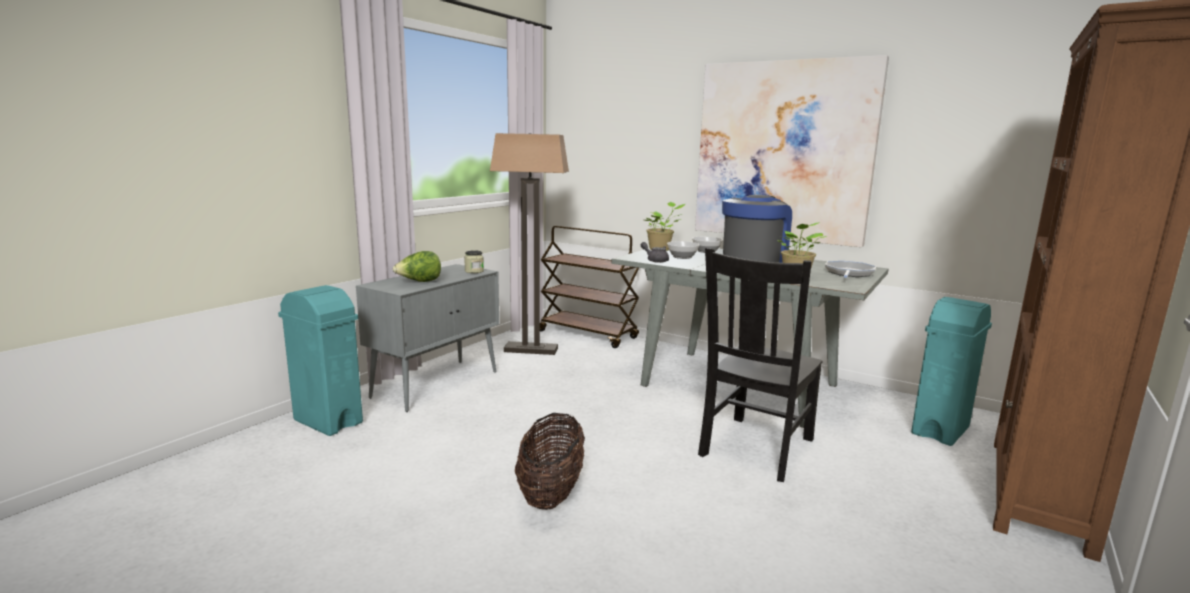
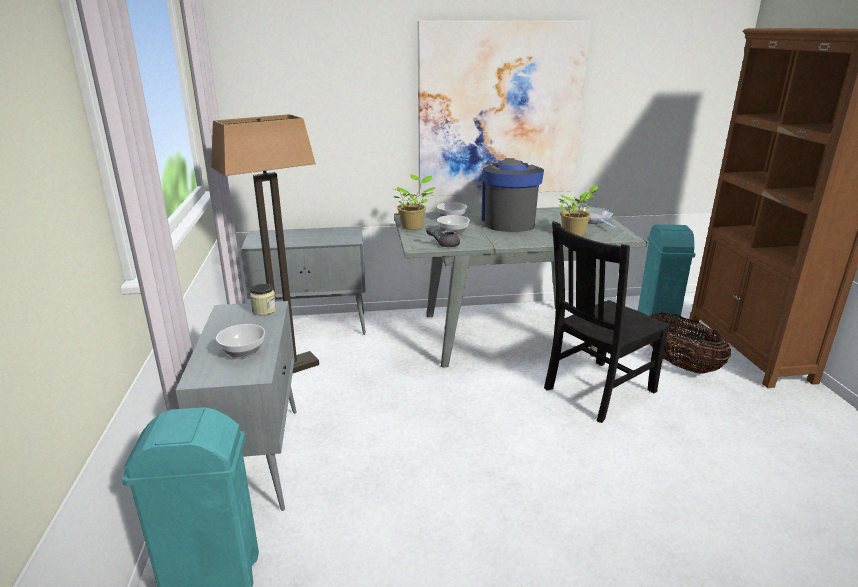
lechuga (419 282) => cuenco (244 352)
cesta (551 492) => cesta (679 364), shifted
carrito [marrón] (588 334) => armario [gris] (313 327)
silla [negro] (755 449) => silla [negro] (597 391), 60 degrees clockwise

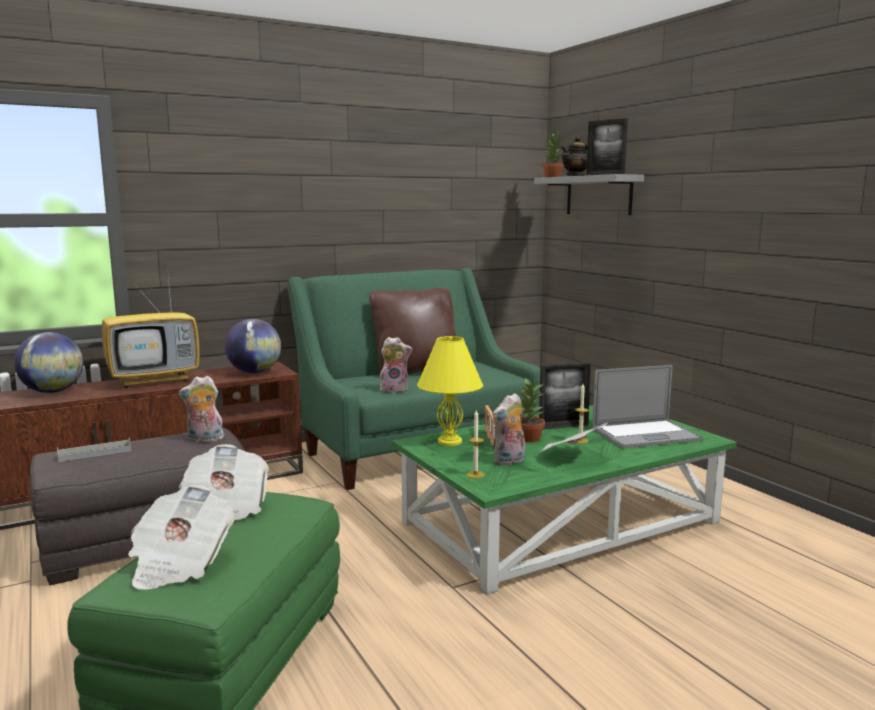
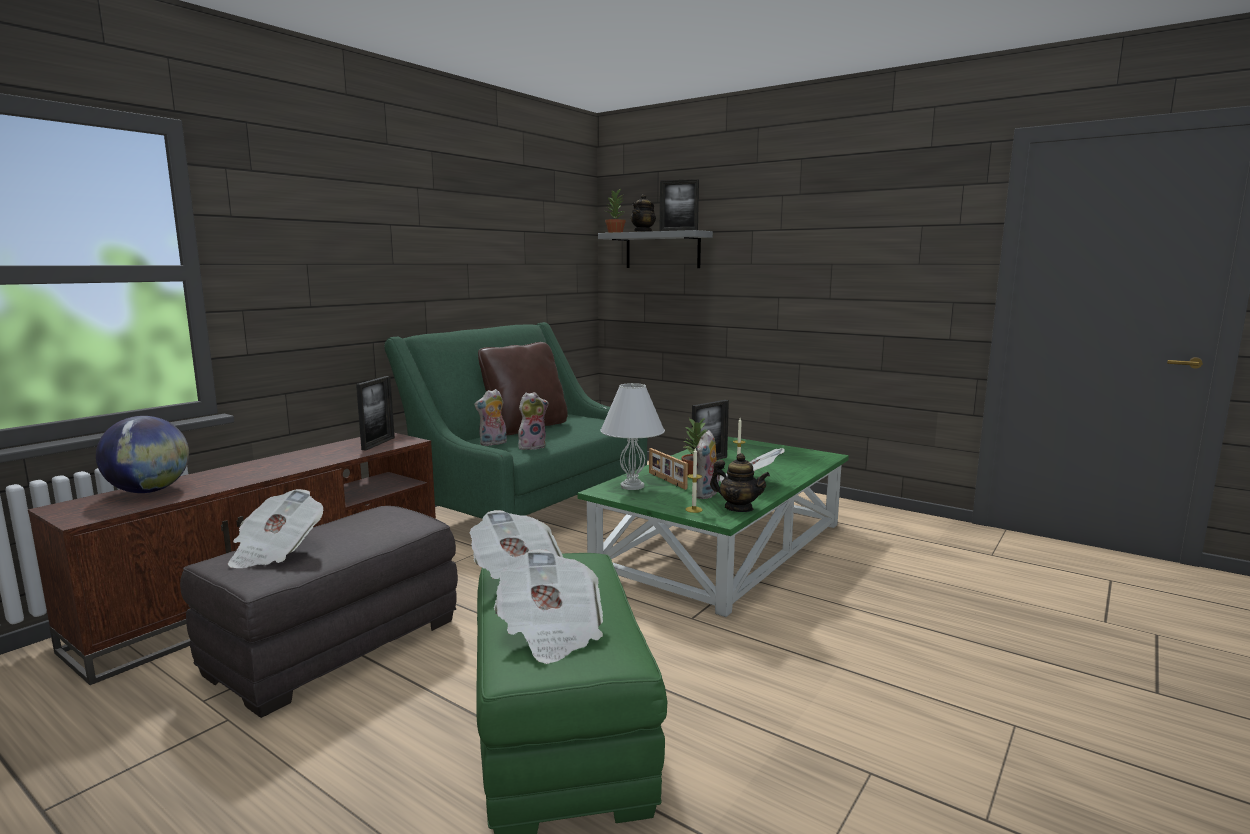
bandeja [gris] (95 453) => periódico (276 551)
televisor (155 380) => nothing
peluche (204 440) => peluche (493 443), shifted
globo terráqueo (254 372) => portarretratos (378 443)
lámpara de mesa [amarillo] (449 441) => lámpara de mesa [blanco] (632 486)
portátil (645 434) => nothing
nothing => tetera (738 508)

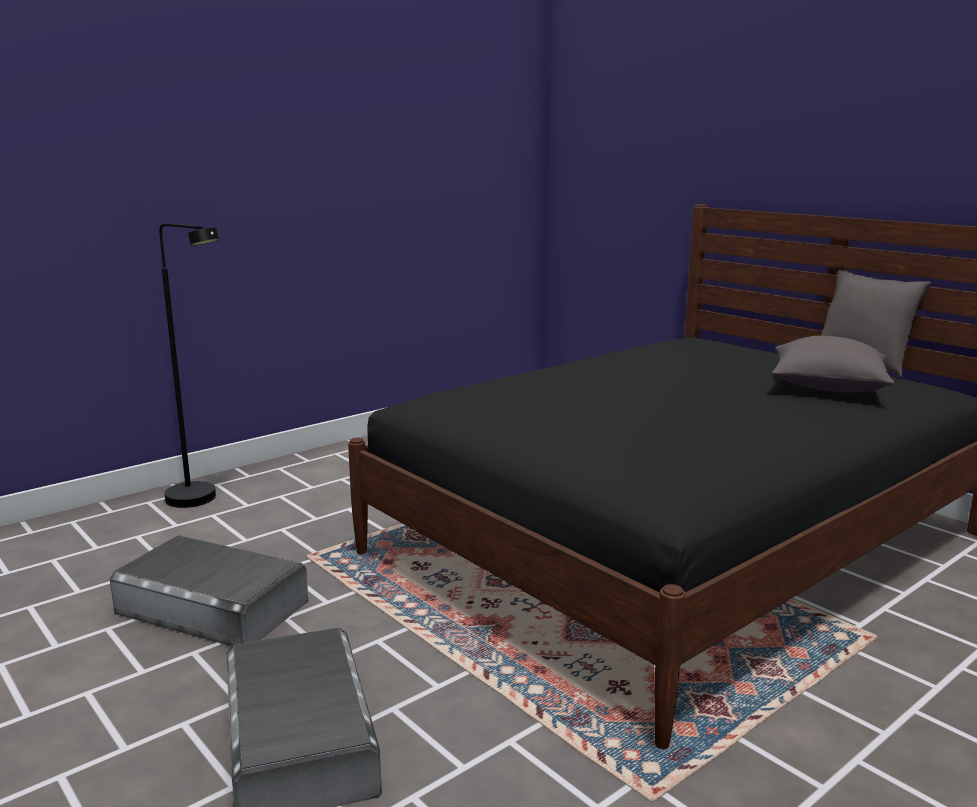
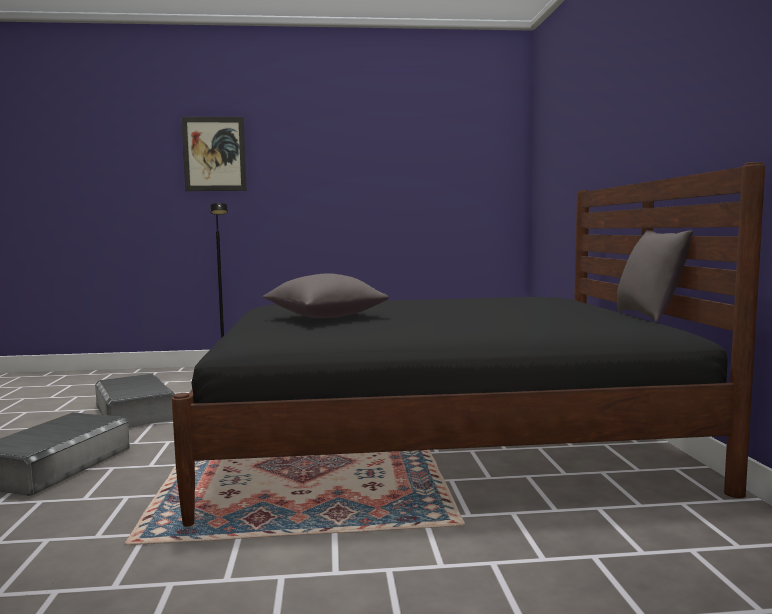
cojín [gris] (827 387) => cojín [gris] (325 317), shifted
nothing => cuadro (214 154)

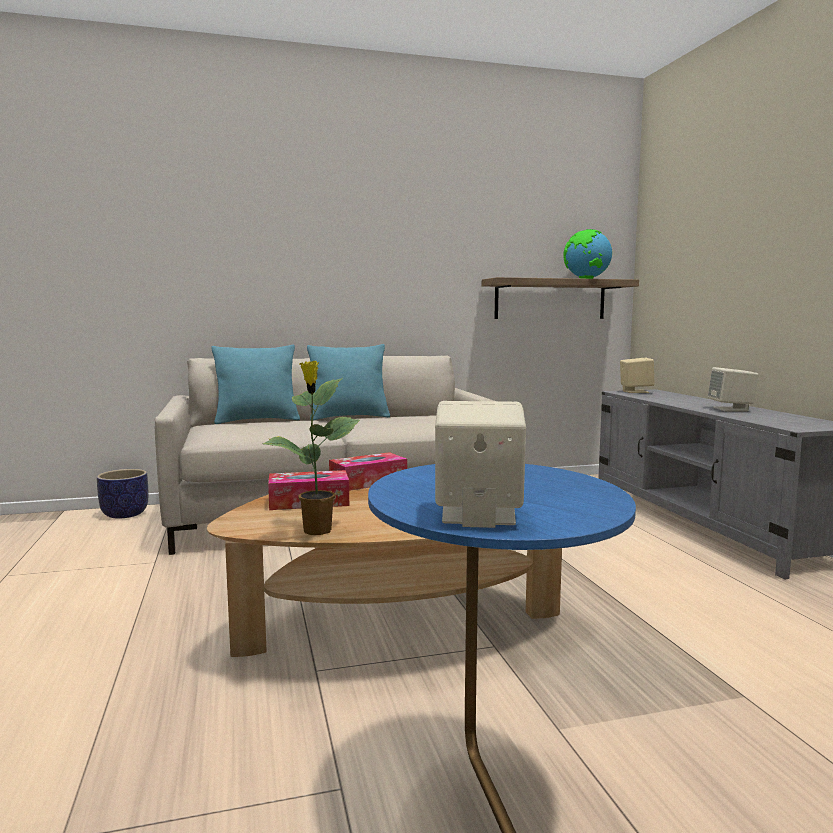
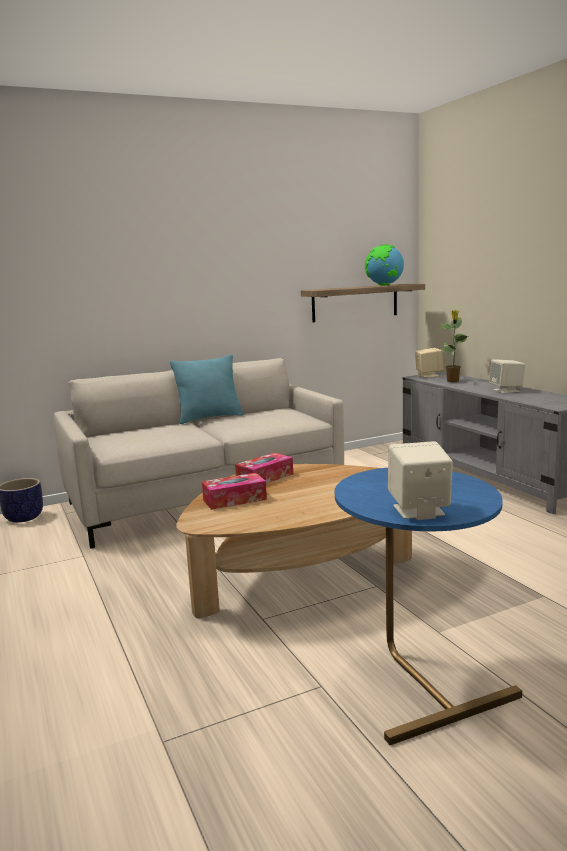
cojín [turquesa] (257 420) => nothing
planta en maceta (317 531) => planta en maceta (453 381), shifted

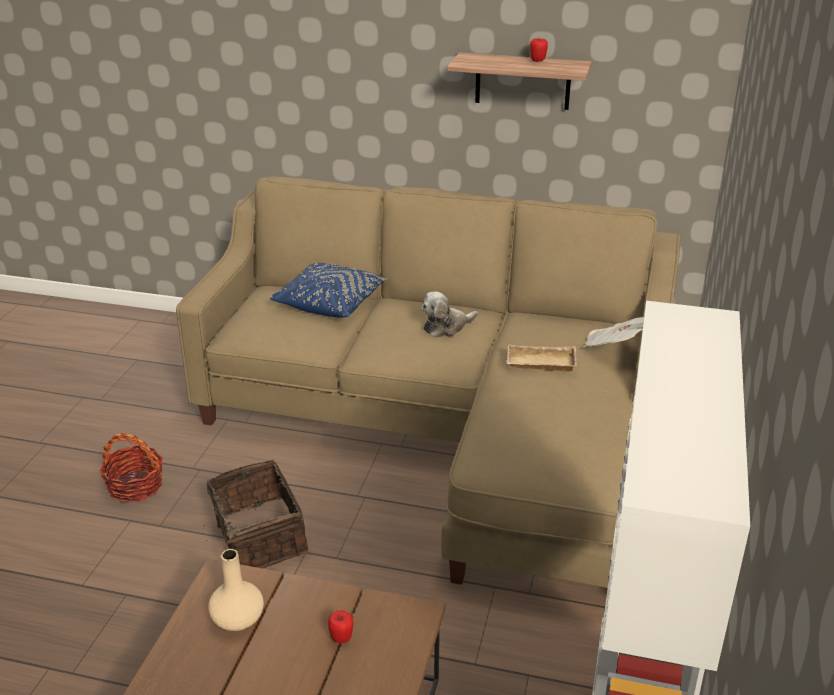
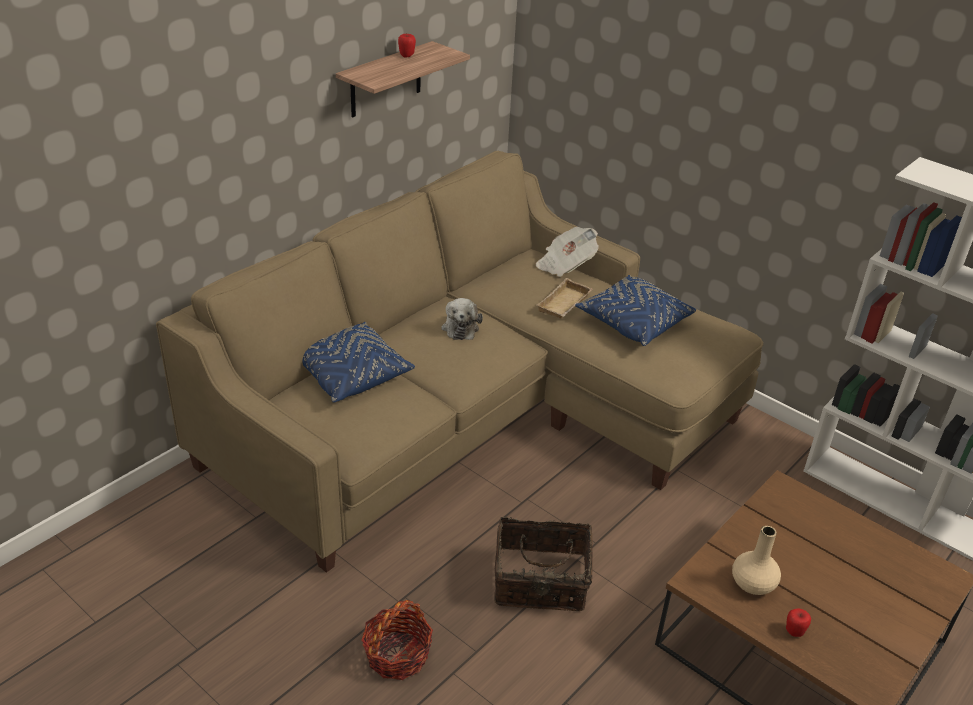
manzana (341 638) => manzana (794 632), shifted
nothing => cojín [azul] (633 322)

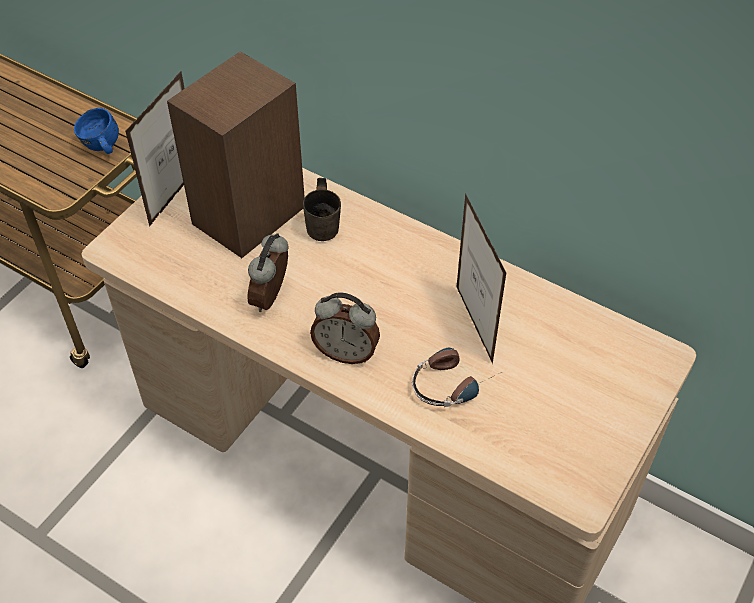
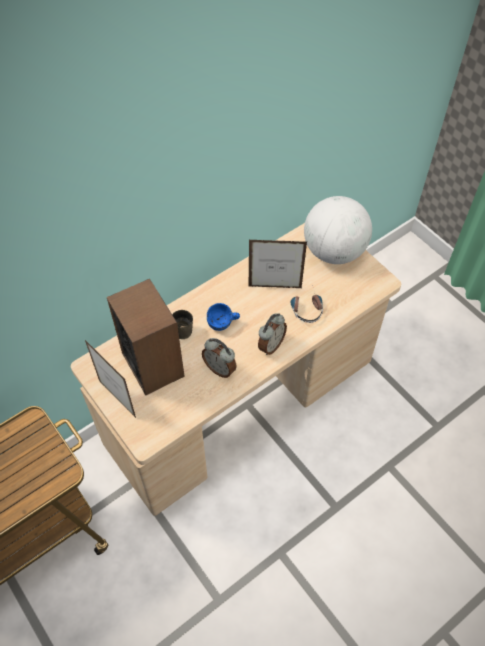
taza grande [azul] (101 148) => taza grande [azul] (223 325), shifted
nothing => globo terráqueo (334 252)

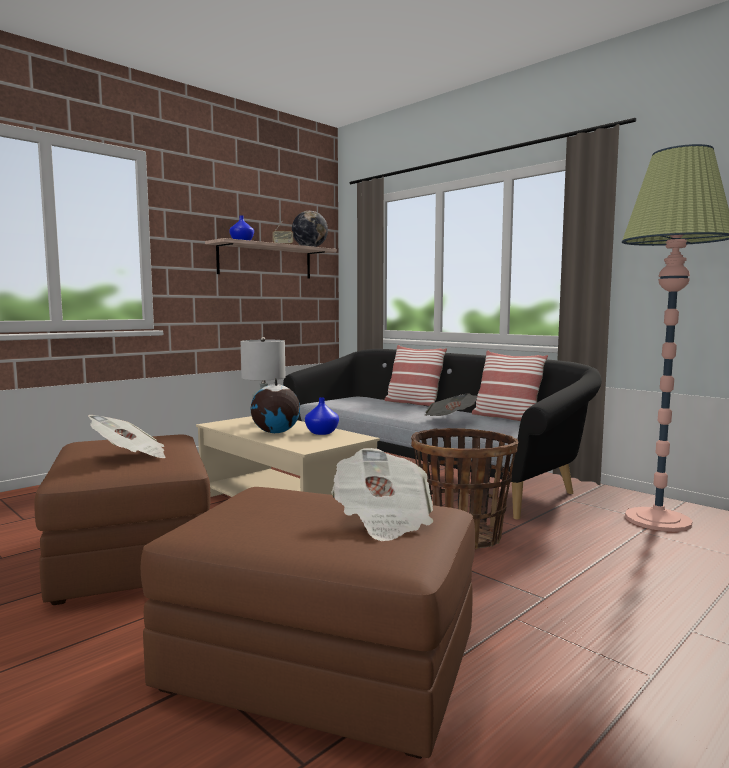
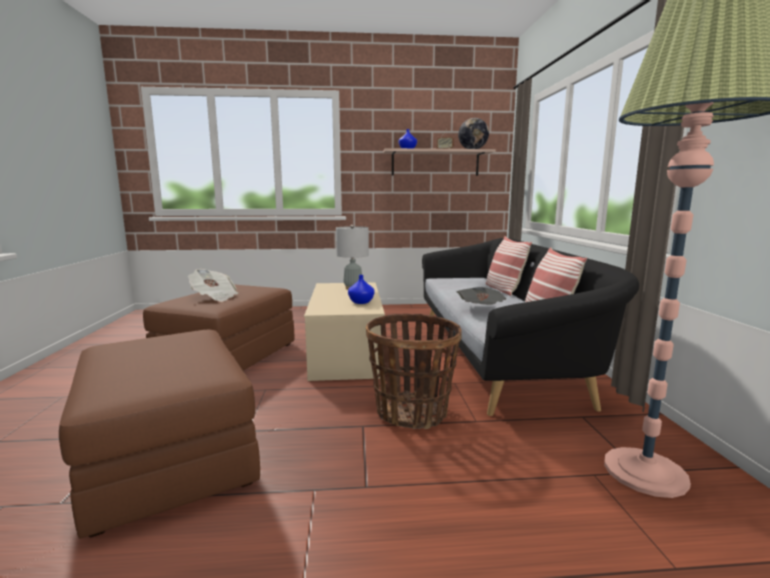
globo terráqueo (275 432) => nothing
periódico (383 520) => nothing

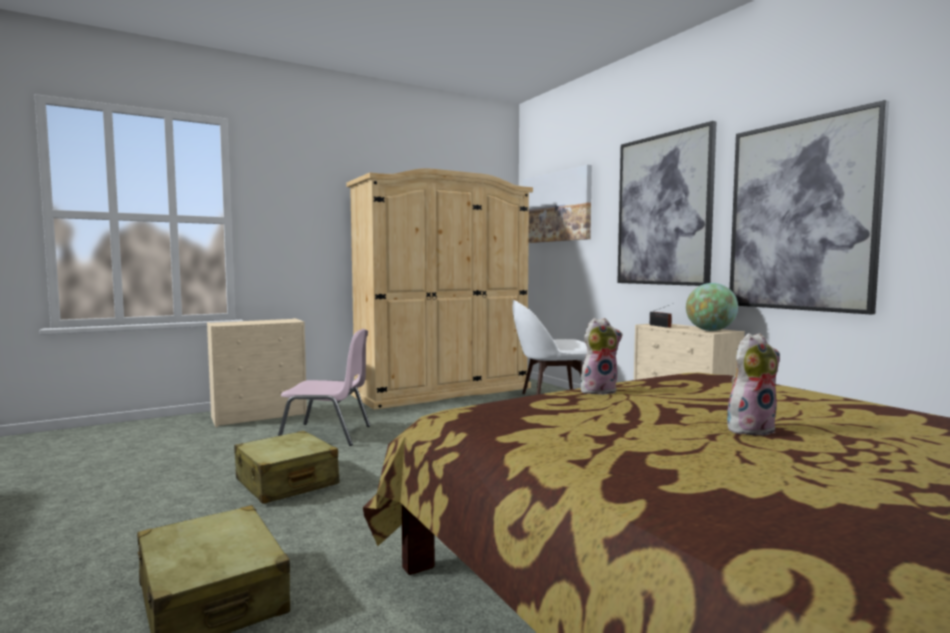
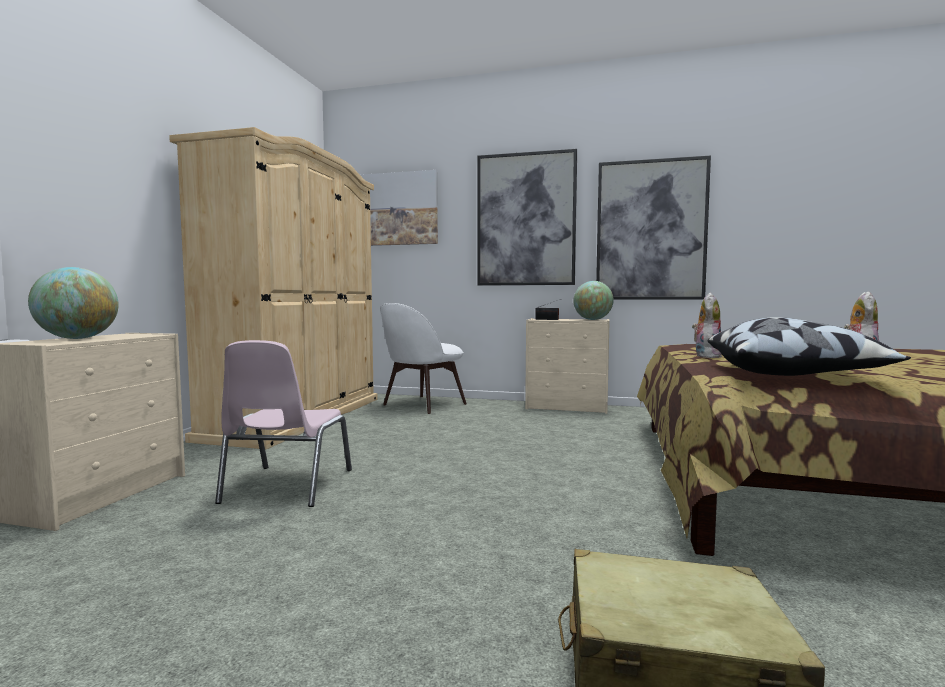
maleta [beis] (286 482) => nothing
silla [rosa] (327 435) => silla [rosa] (286 486), 135 degrees clockwise
nothing => globo terráqueo (77 338)
nothing => cojín (792 374)

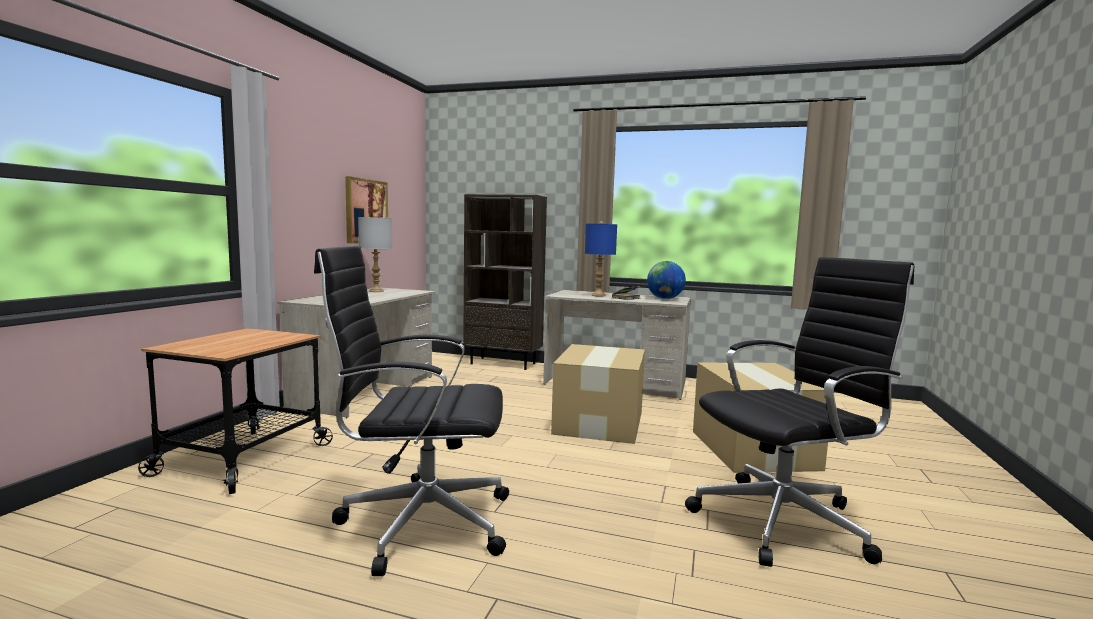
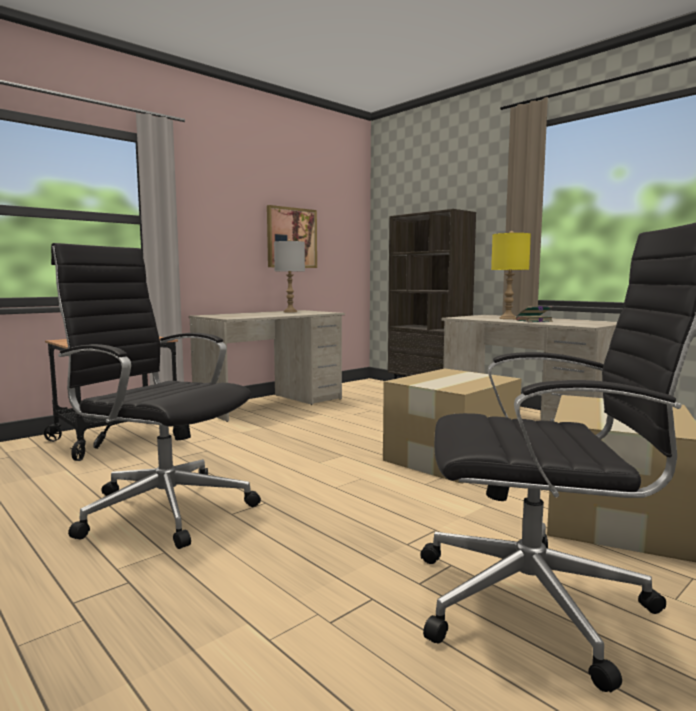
lámpara de mesa [azul] (598 295) => lámpara de mesa [amarillo] (507 318)
globo terráqueo (665 299) => nothing

